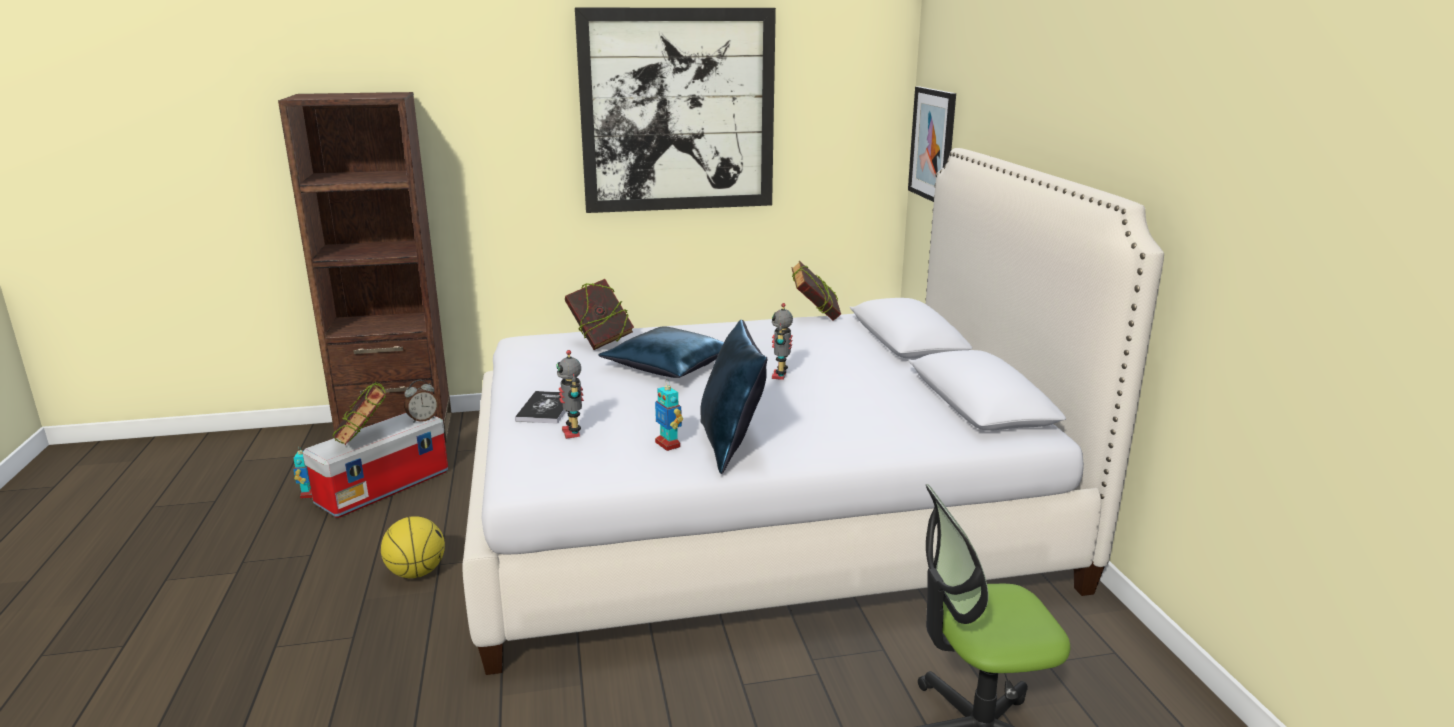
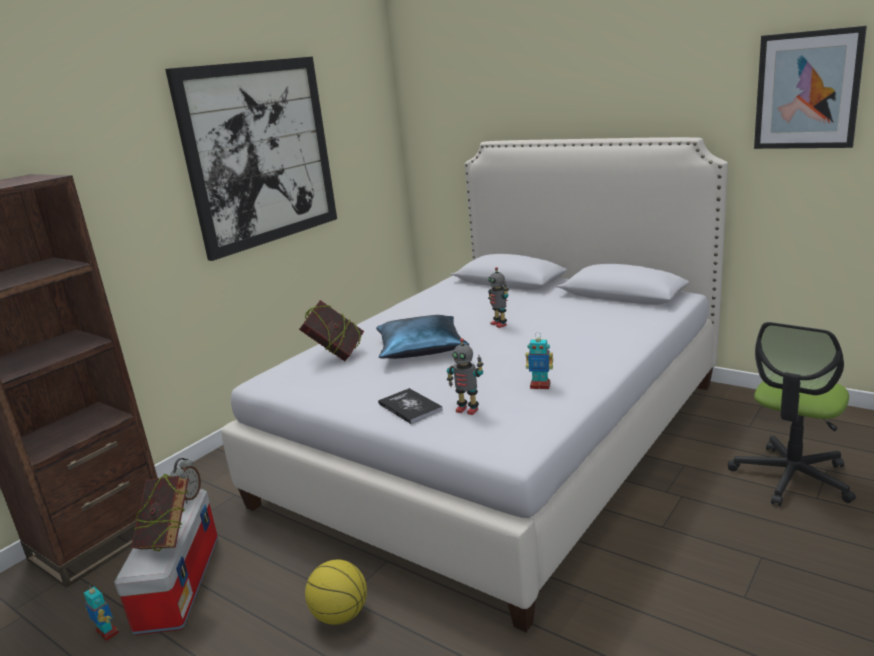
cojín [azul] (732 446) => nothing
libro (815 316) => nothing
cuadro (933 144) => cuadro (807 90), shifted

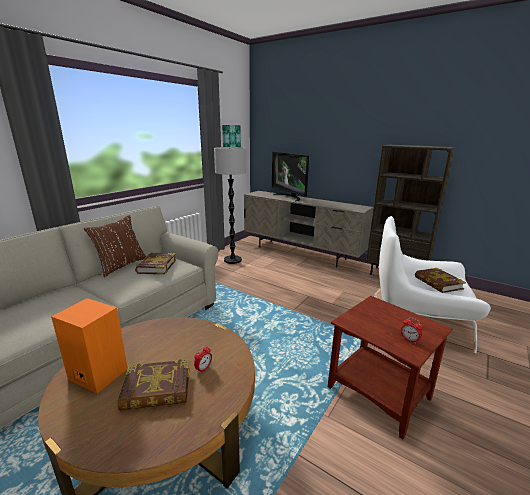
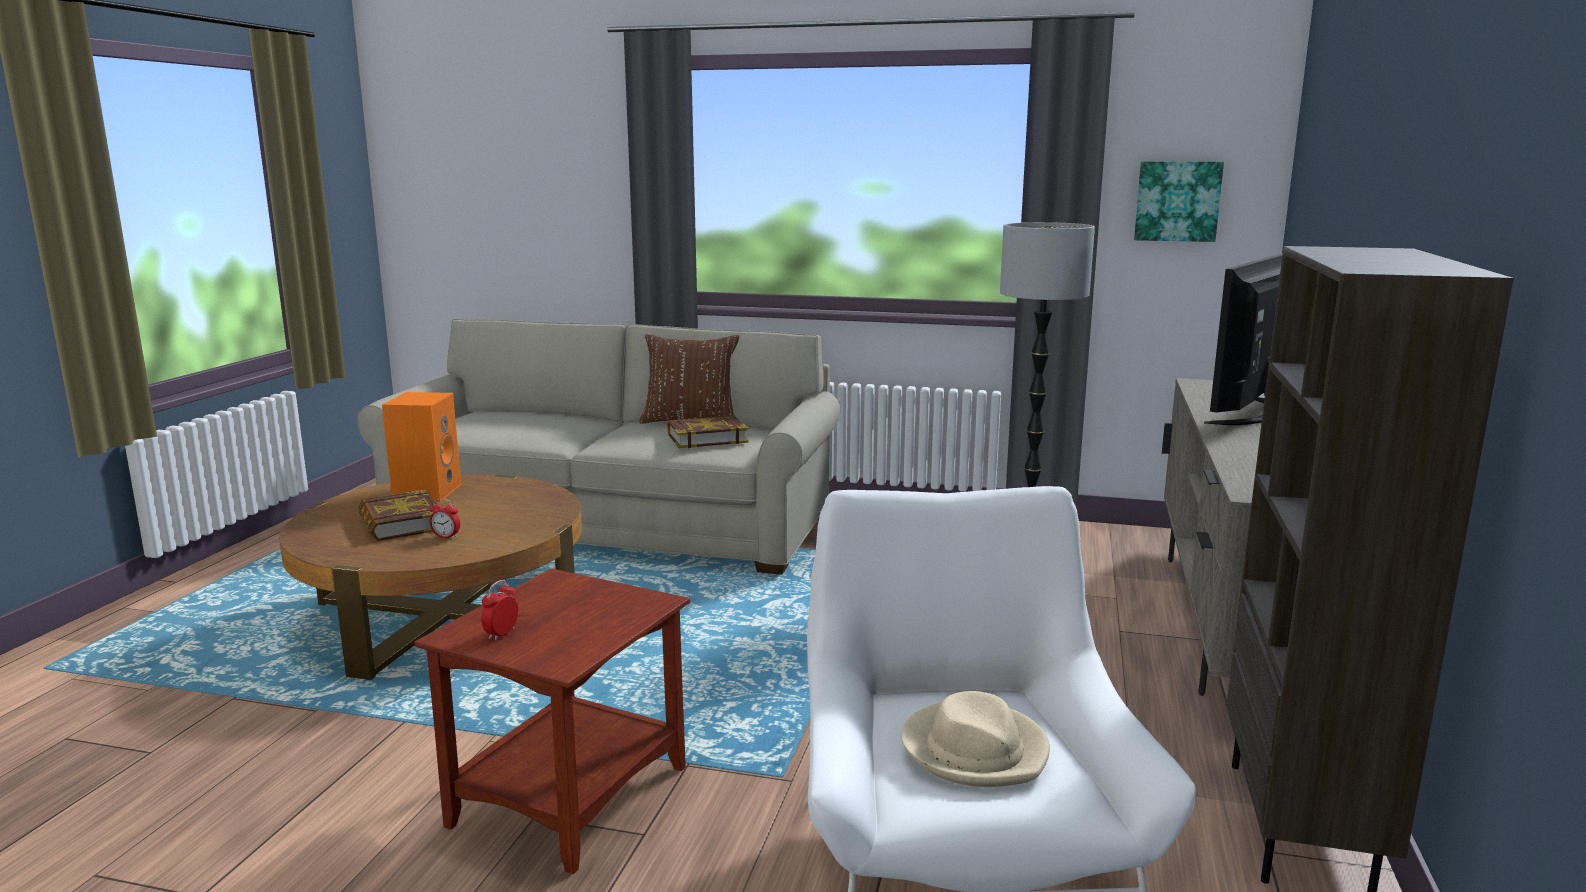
libro (438 283) => sombrero [beis] (975 750)

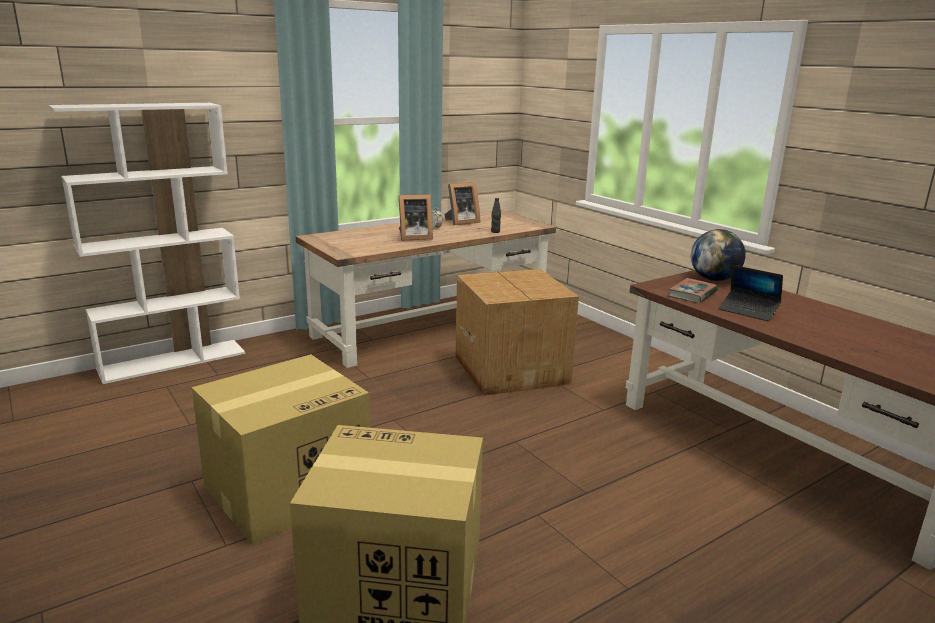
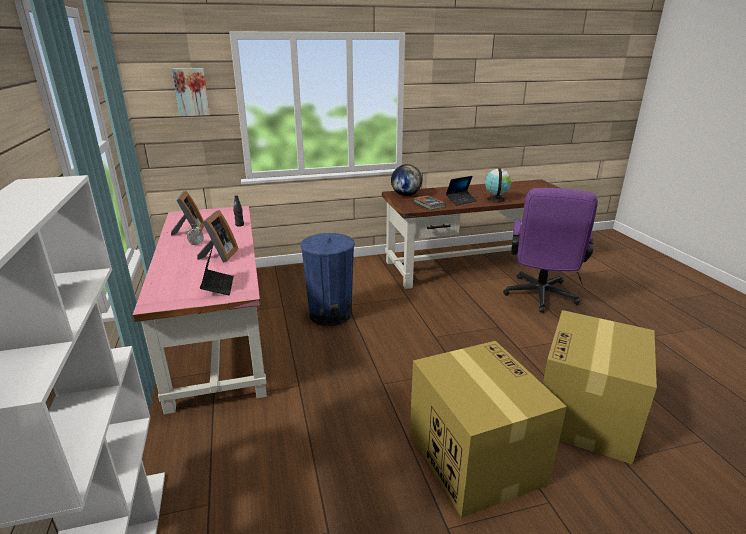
escritorio [marrón] (431 327) => escritorio [rosa] (218 334)
caja de cartón (512 369) => papelera [azul] (330 314)
nothing => cuadro (191 92)
nothing => portátil (218 286)
nothing => globo terráqueo (495 199)
nothing => silla de oficina [morado] (540 297)

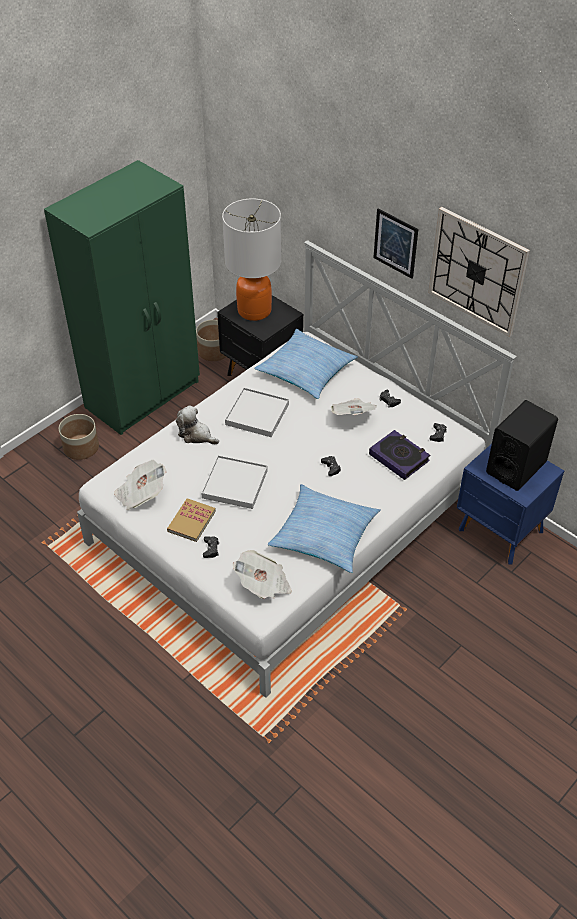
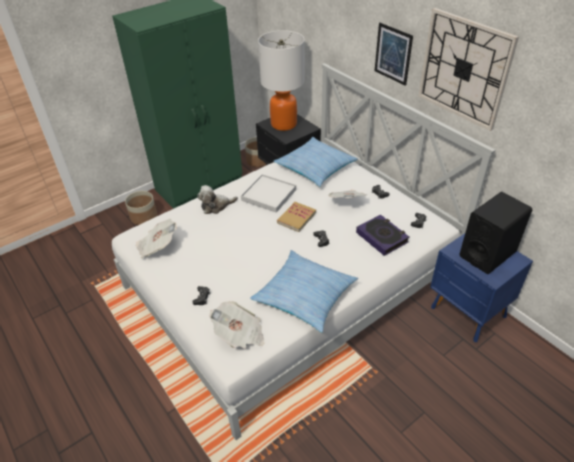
libro (191 521) => libro (296 218), shifted
peluche (196 435) => peluche (216 206), 60 degrees counterclockwise
bandeja [blanco] (235 484) => nothing

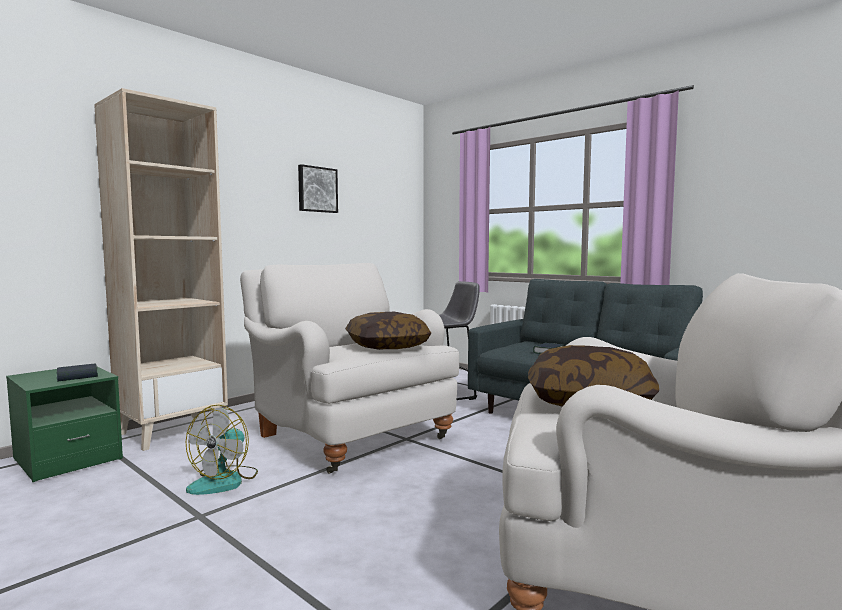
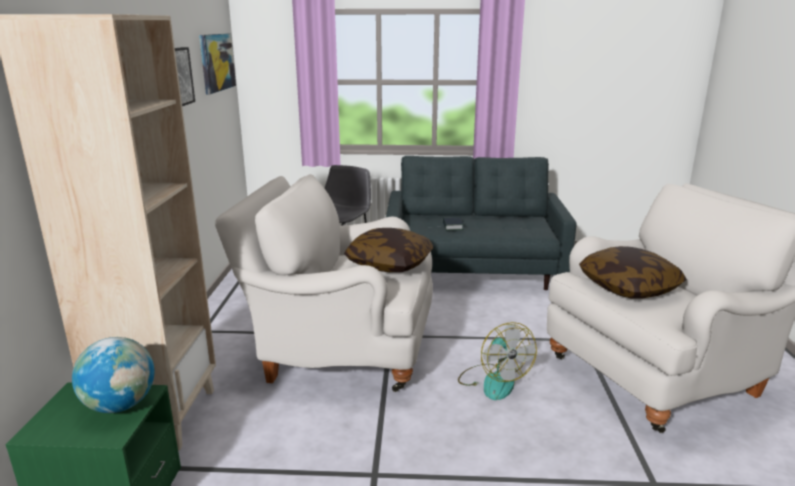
libro (77 376) => globo terráqueo (120 405)
ventilador (224 481) => ventilador (493 381), shifted
nothing => cuadro (217 62)

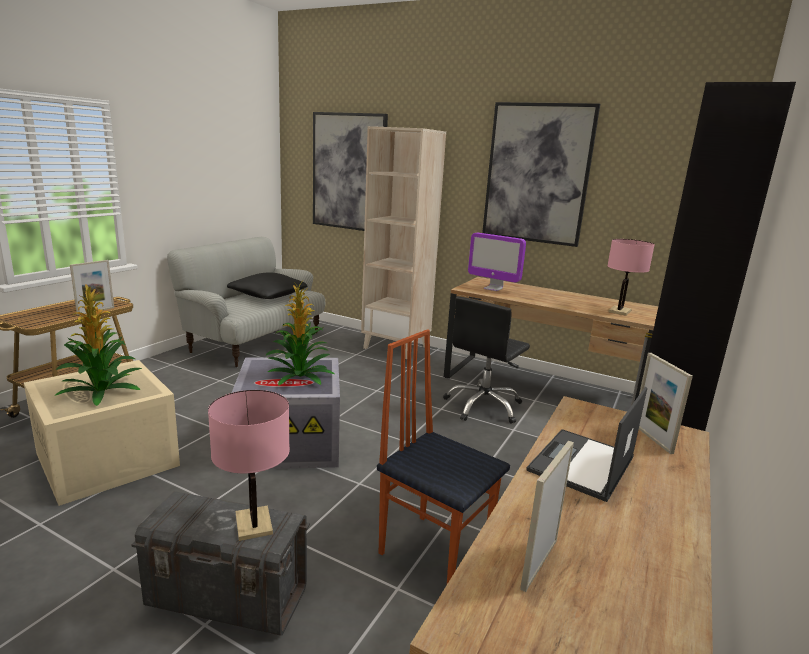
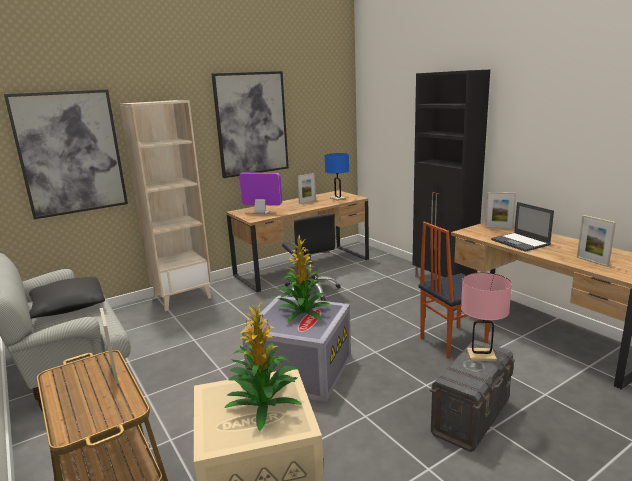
monitor (493 288) => monitor (262 213), 135 degrees counterclockwise
lámpara de mesa [rosa] (619 311) => lámpara de mesa [azul] (338 198)
nothing => portarretratos (307 202)

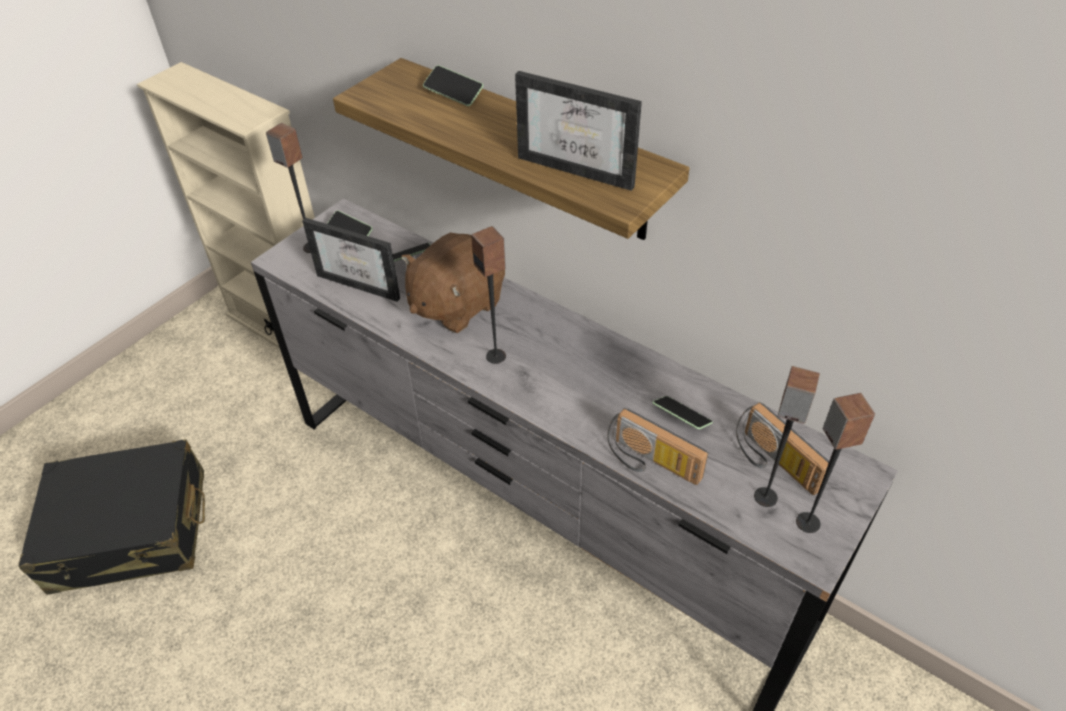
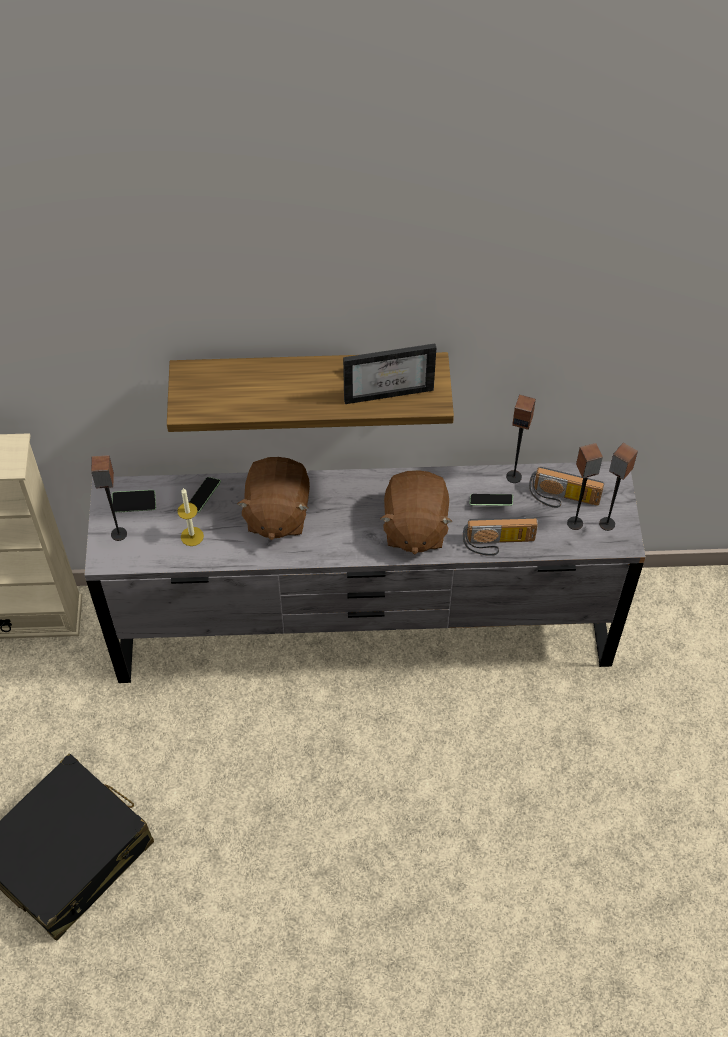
portarretratos (365 281) => vela (192 536)
móvil (453 93) => nothing
altavoz (496 356) => altavoz (514 476), shifted
nothing => peluche [marrón] (414 527)

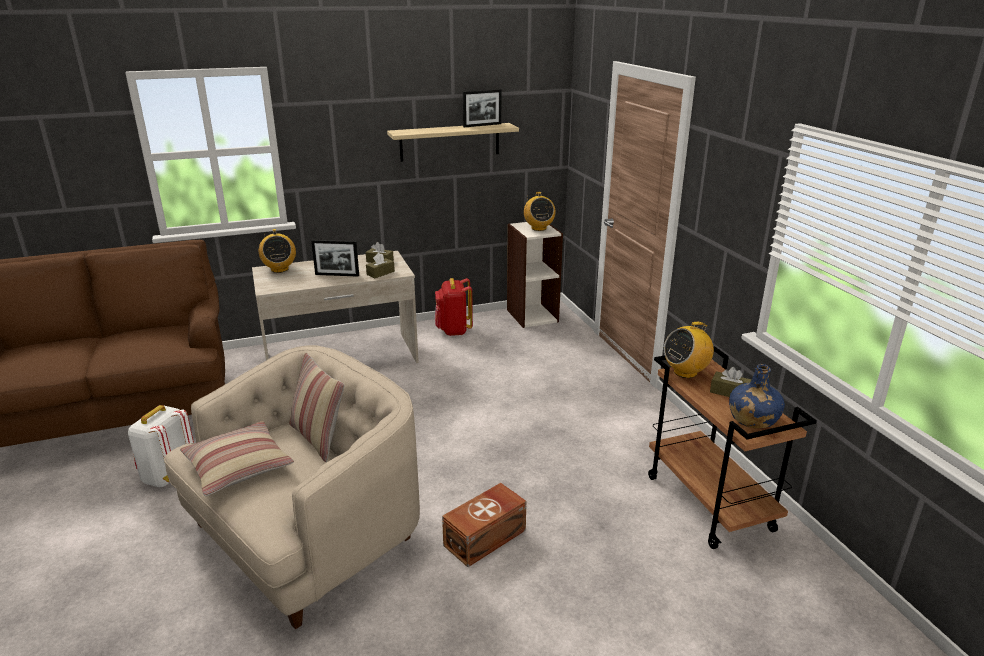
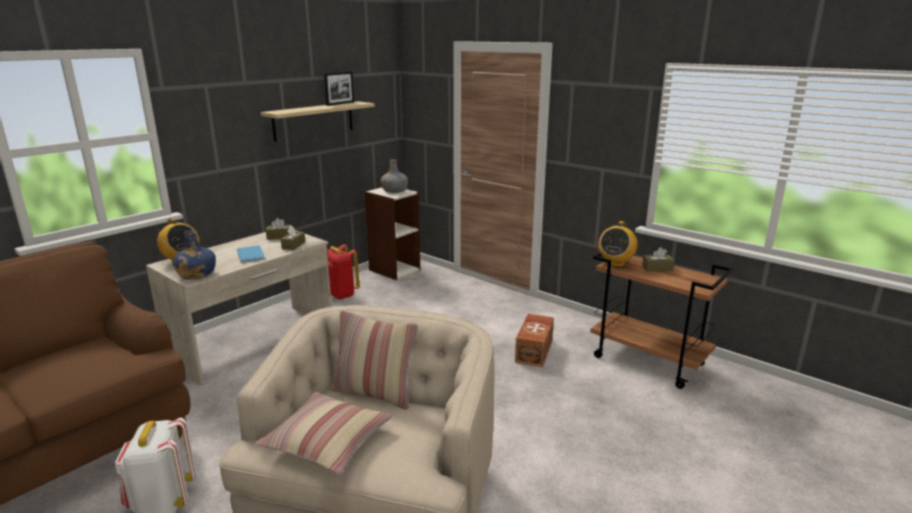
portarretratos (337 275) => libro [azul] (251 254)
caja de almacenaje [marrón] (486 538) => caja de almacenaje [marrón] (535 351), shifted
radio (538 228) => botella [gris] (394 191)
botella [azul] (752 419) => botella [azul] (196 274), shifted

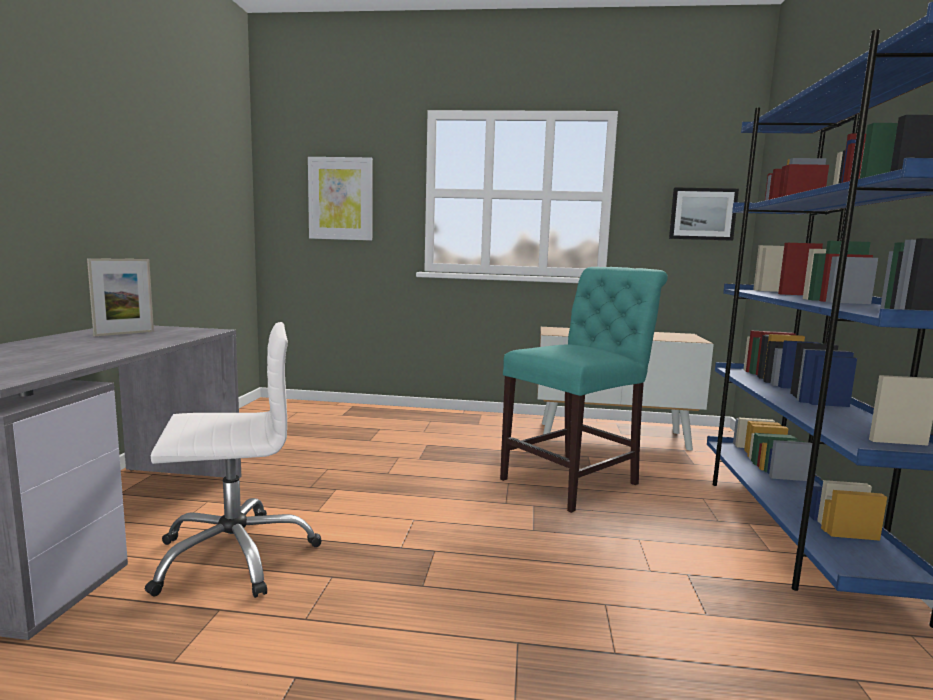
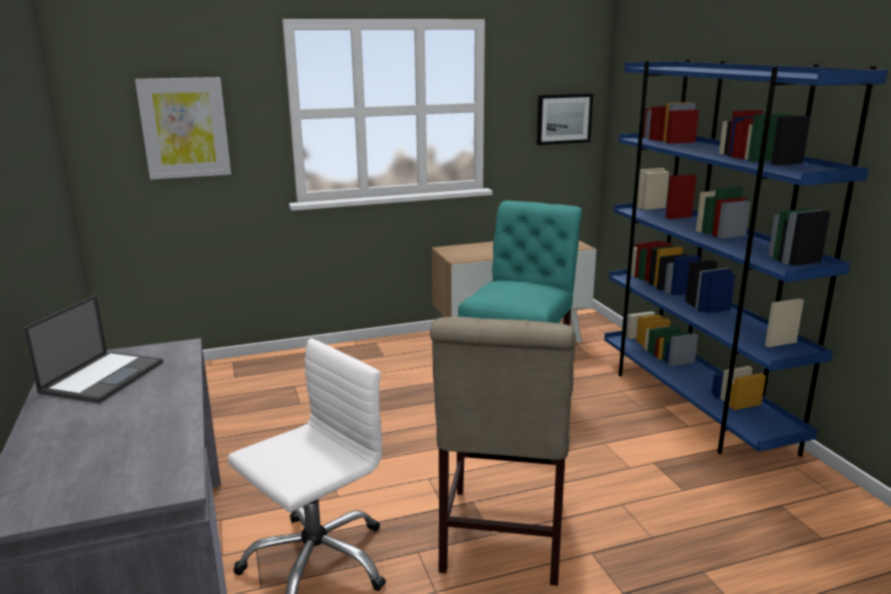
portarretratos (124 333) => portátil (103 376)
nothing => silla [beis] (501 540)

